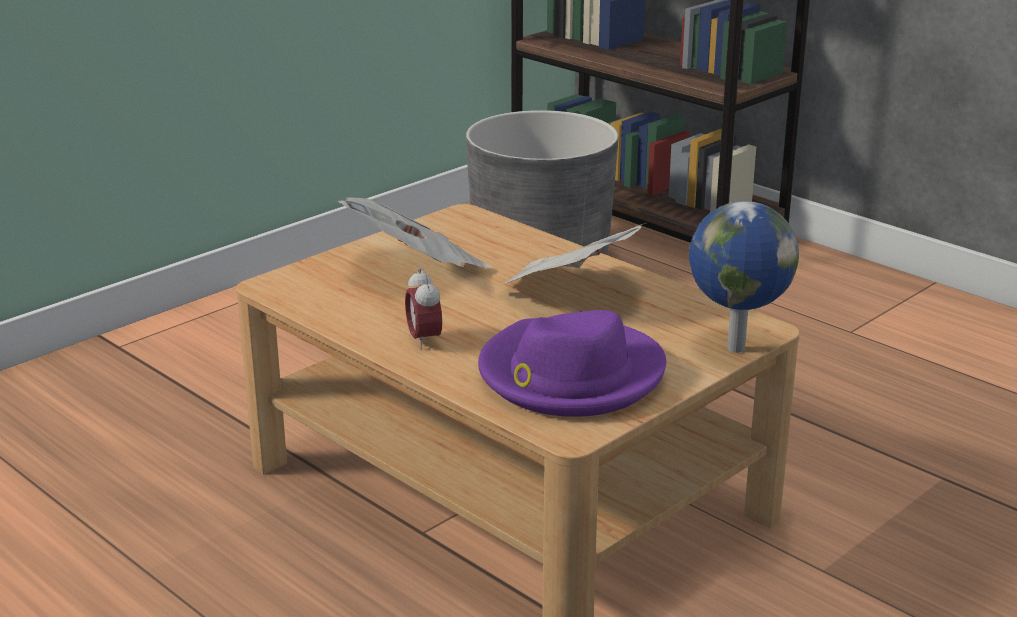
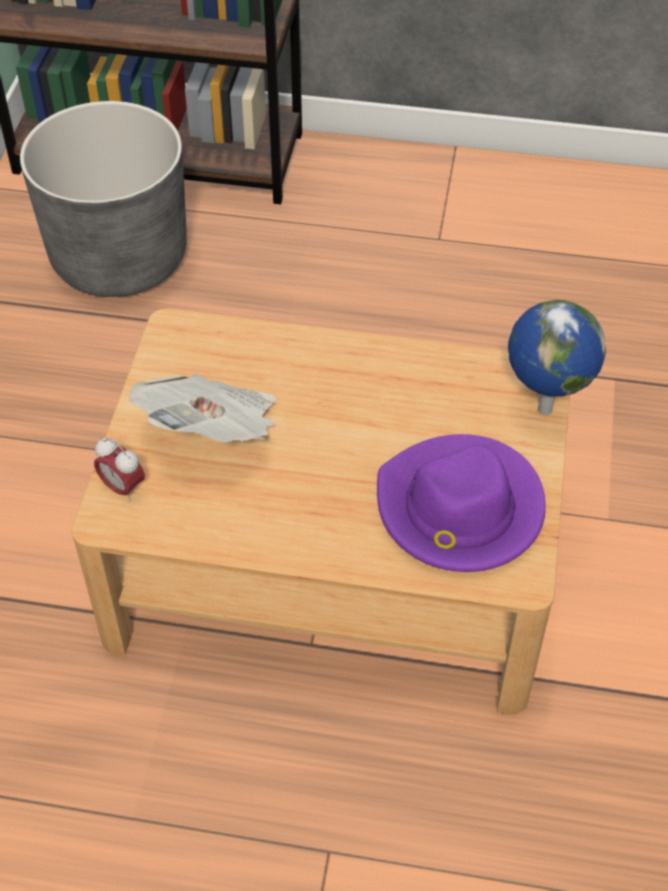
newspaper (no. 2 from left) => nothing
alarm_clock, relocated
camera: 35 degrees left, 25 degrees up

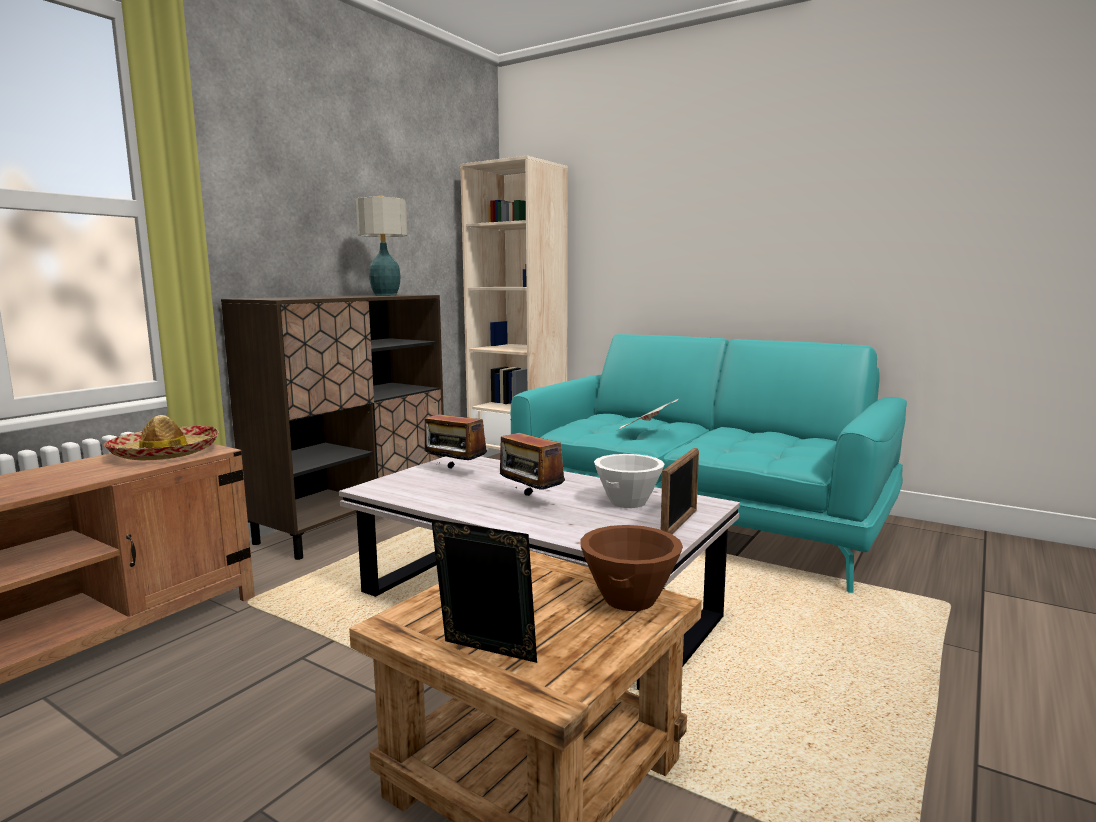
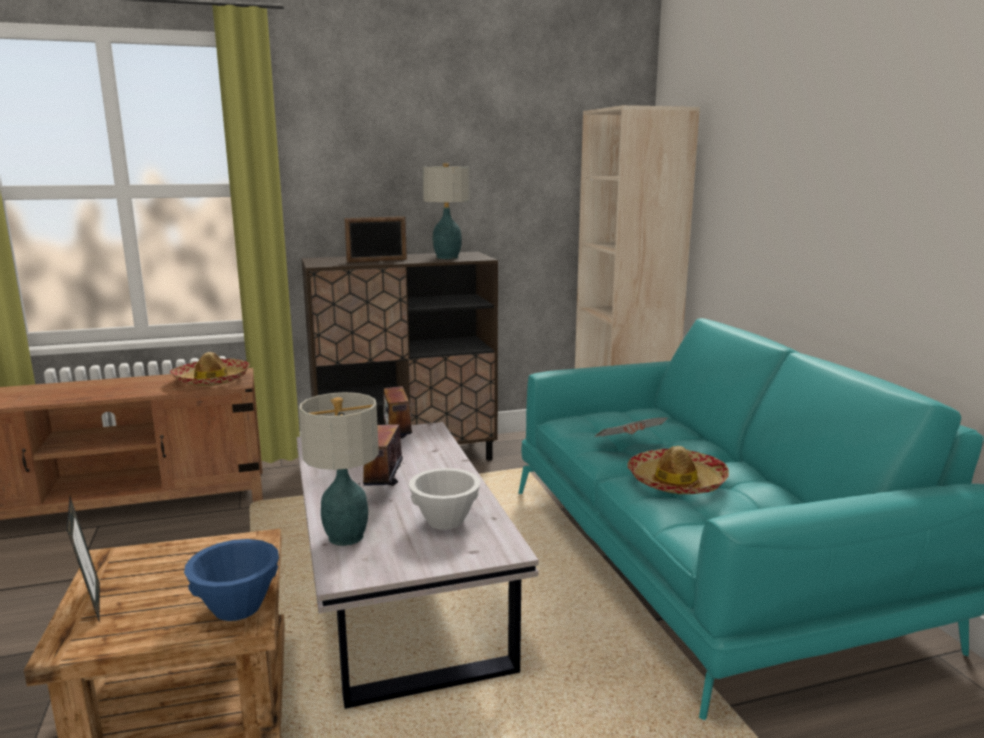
nothing => table_lamp (no. 1 from left)
nothing => hat (no. 2 from left)
picture_frame (no. 2 from left), relocated
brown_bowl => blue_bowl
camera: 40 degrees right, 5 degrees up

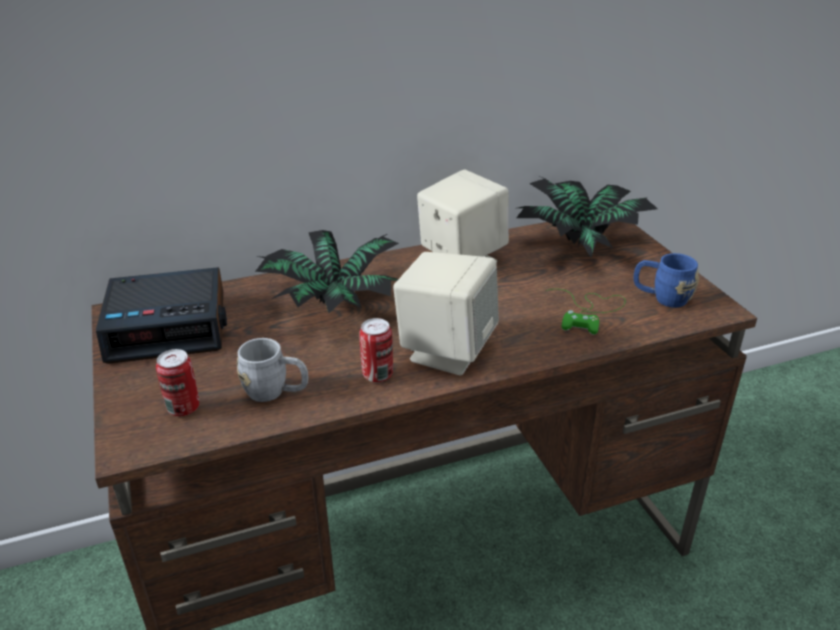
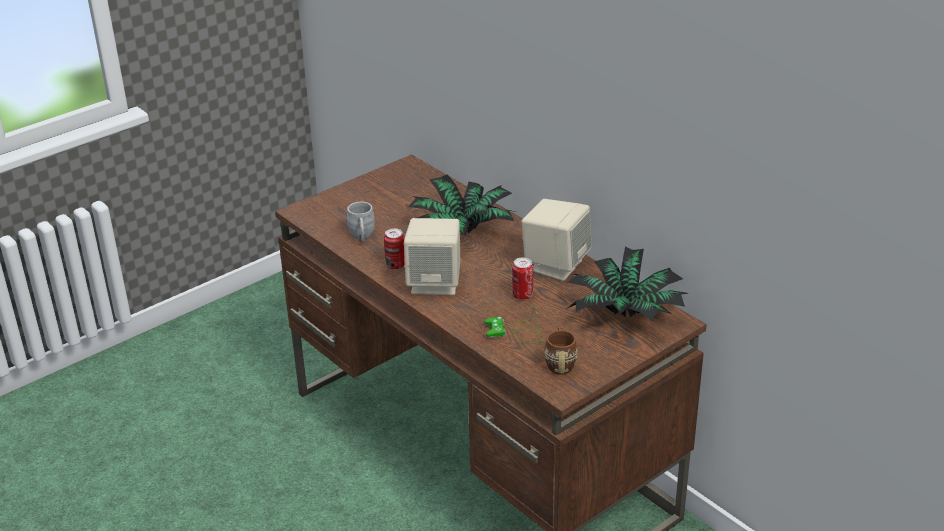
alarm_clock => nothing
can (no. 1 from left in the first image) => can (no. 2 from left), relocated
blue_mug => brown_mug
camera: 70 degrees right, 0 degrees up

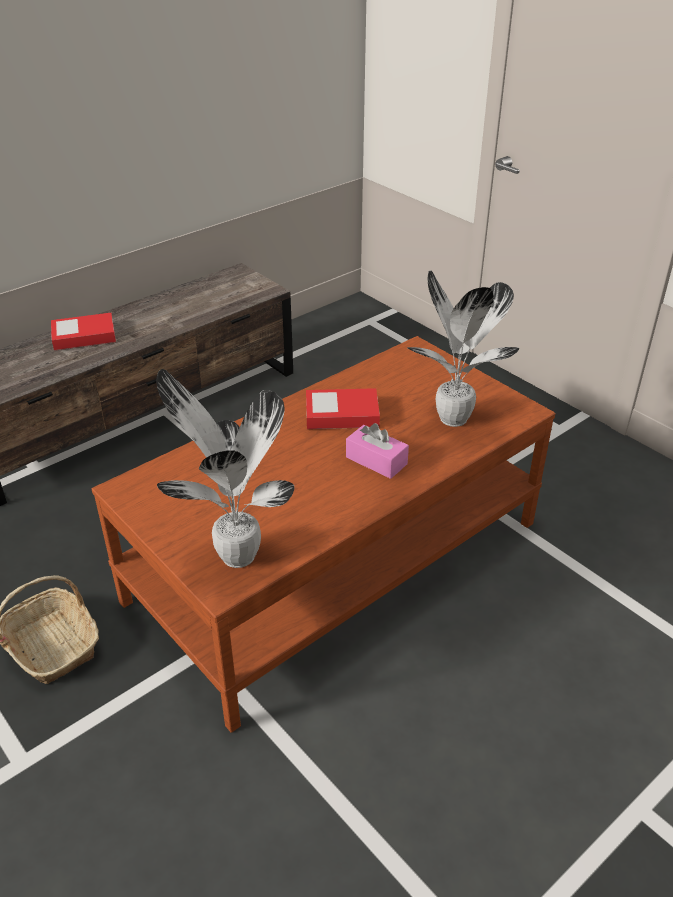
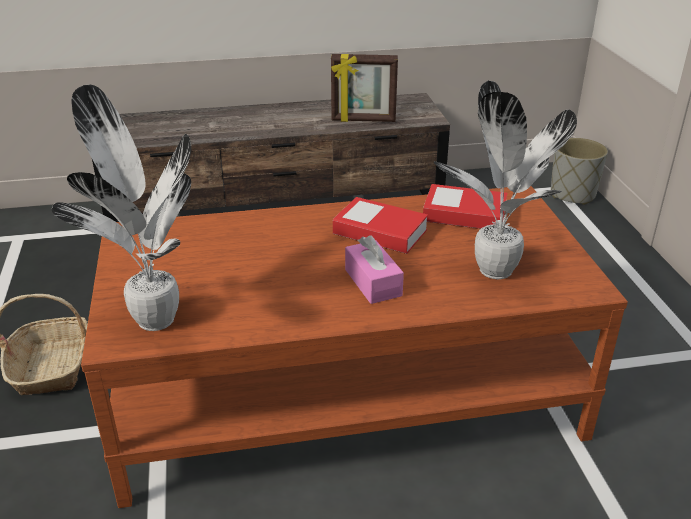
nothing => picture_frame
nothing => grey_planter
book (no. 1 from left in the first image) => book (no. 2 from left), relocated
camera: 30 degrees right, 5 degrees down

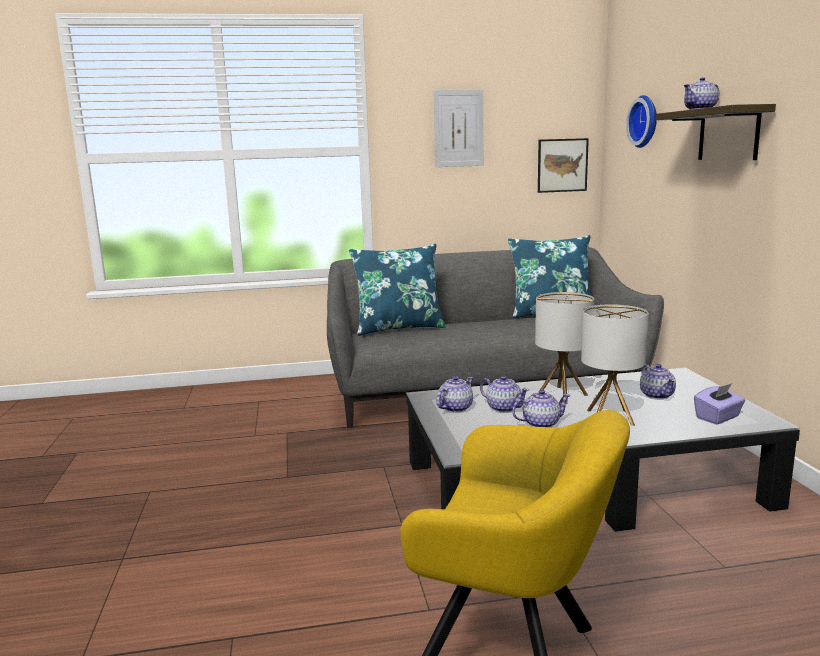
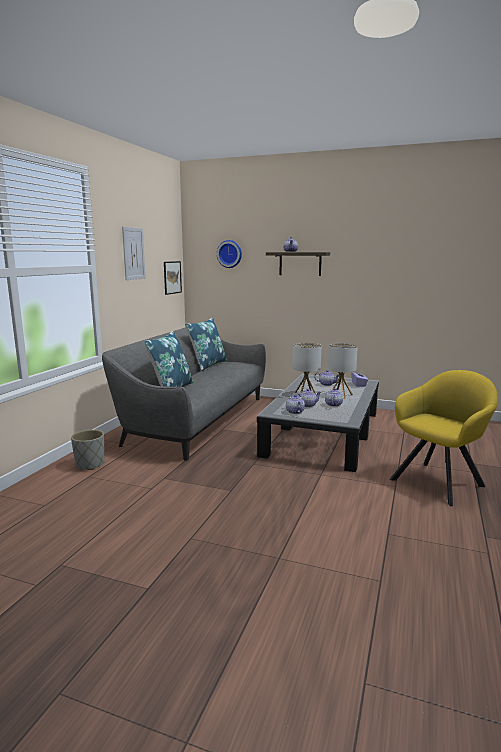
nothing => grey_planter
camera: 60 degrees left, 0 degrees up

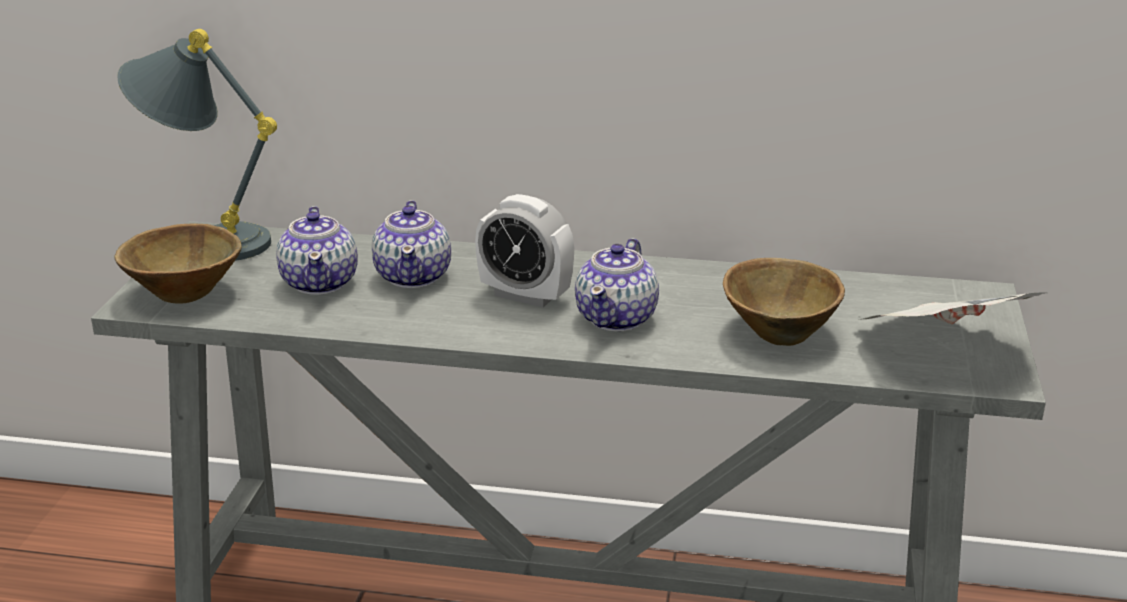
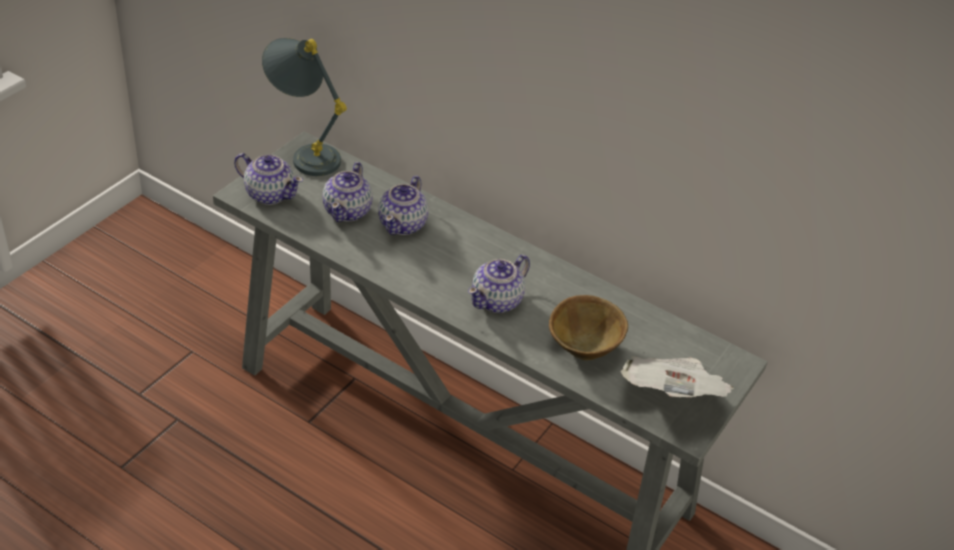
alarm_clock => nothing
brown_bowl (no. 1 from left) => teapot (no. 1 from left)
camera: 20 degrees right, 15 degrees up

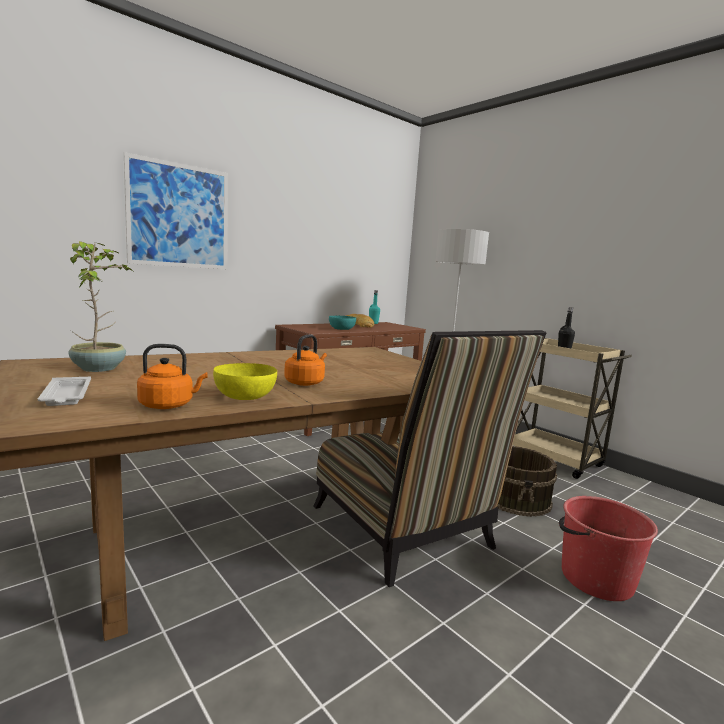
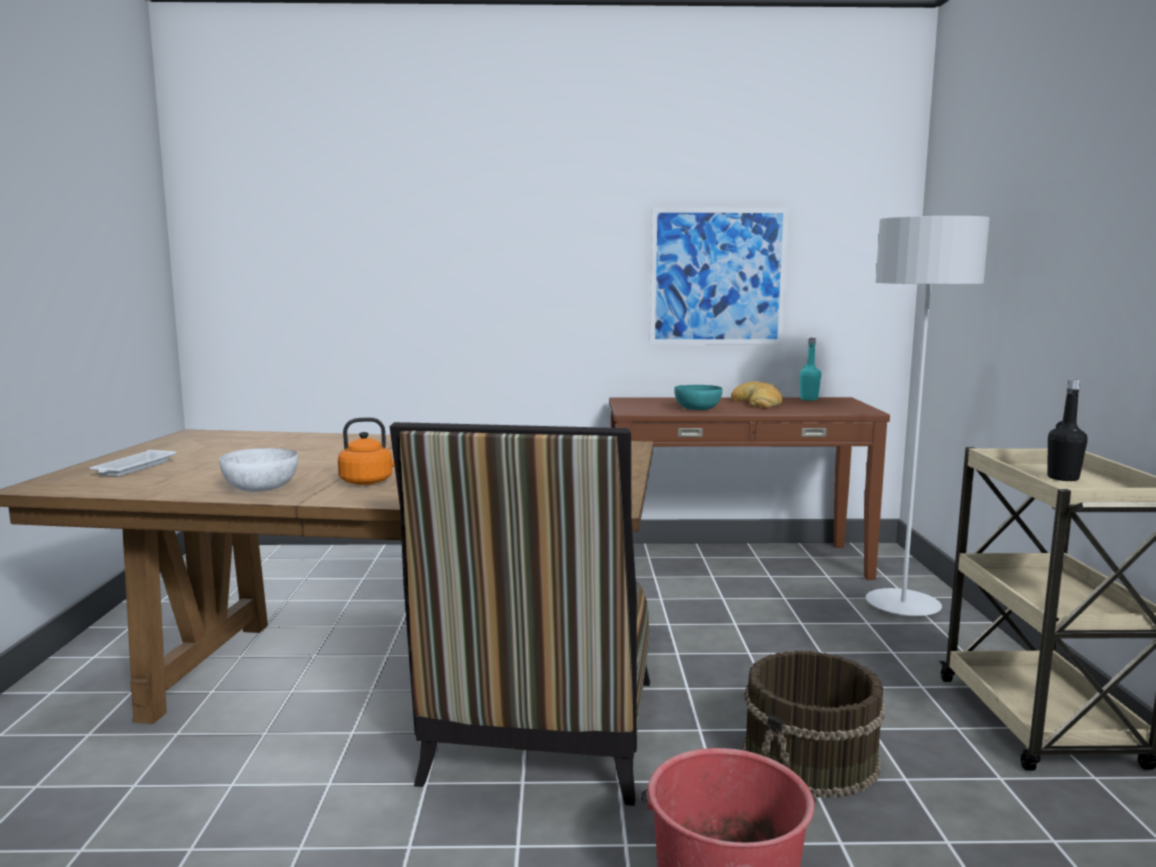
potted_plant => nothing
orange_kettle (no. 1 from left) => nothing
picture, relocated
yellow_bowl => white_bowl
camera: 40 degrees right, 0 degrees up

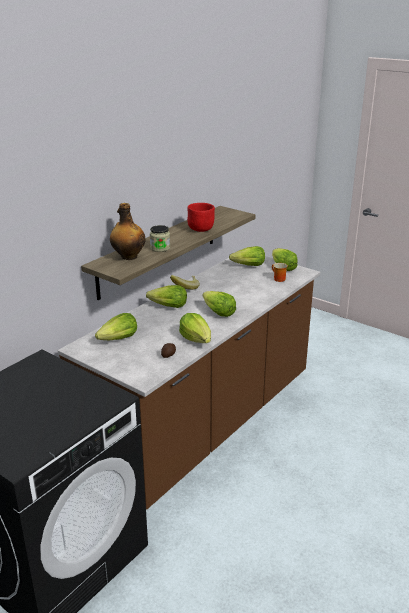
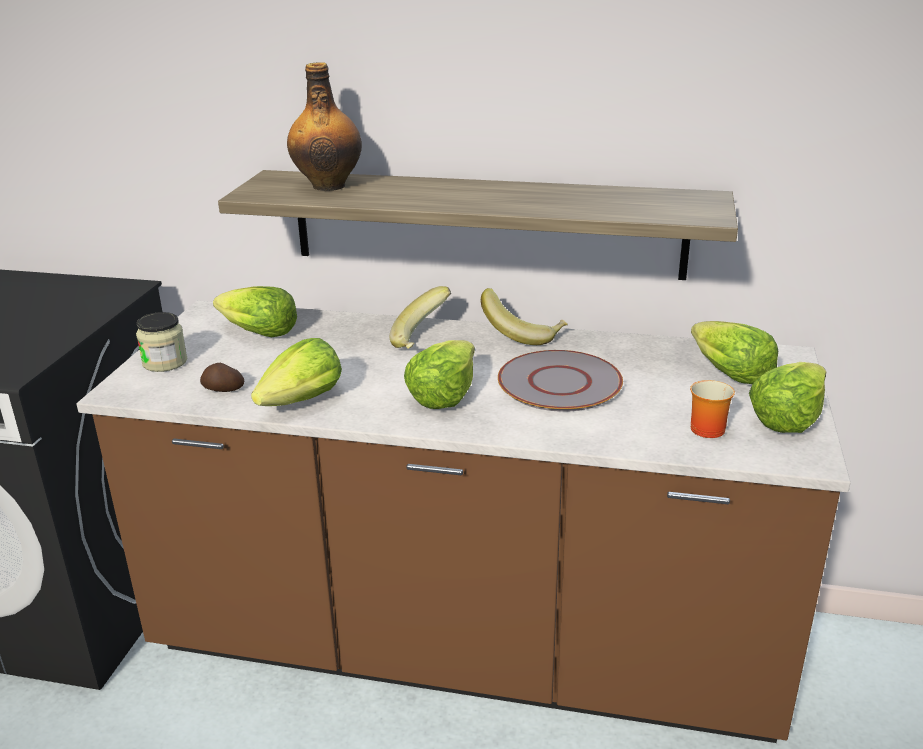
red_bowl => nothing
nothing => grey_plate
jar, relocated
lettuce (no. 2 from left) => banana (no. 1 from left)
camera: 65 degrees right, 0 degrees up

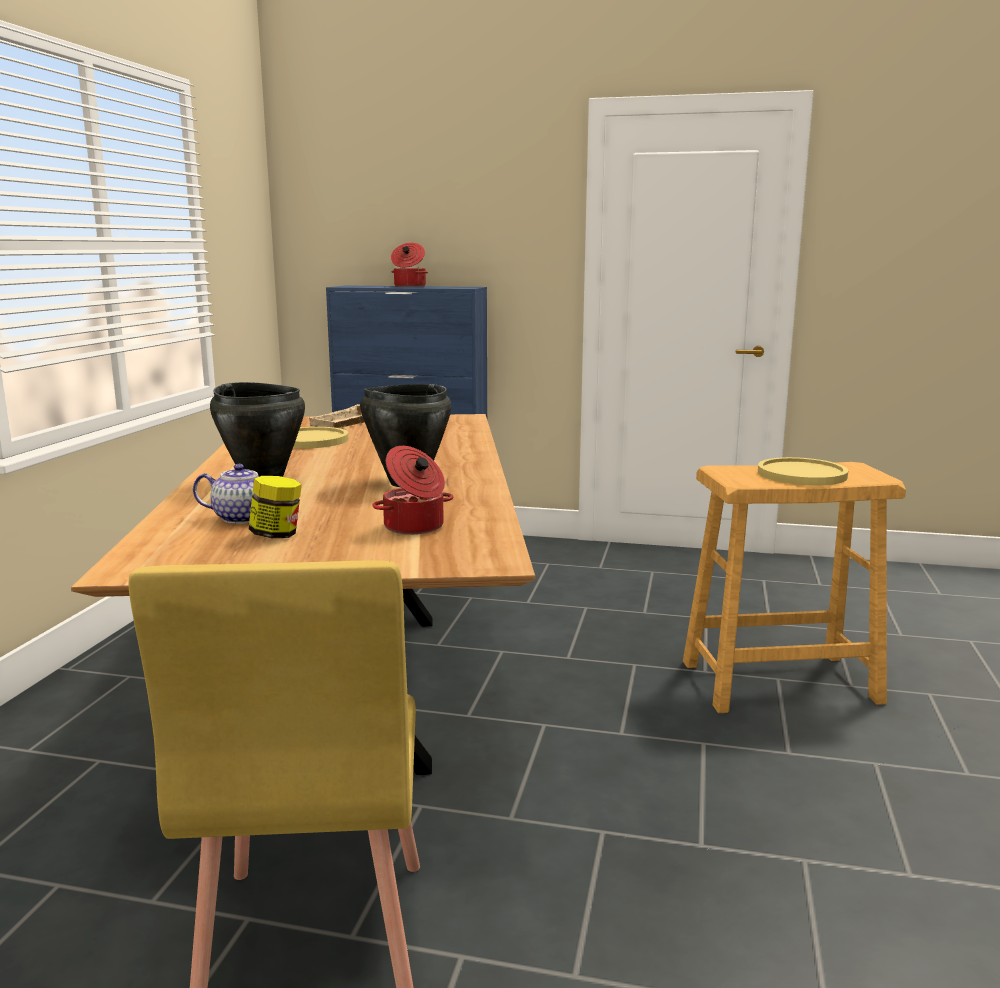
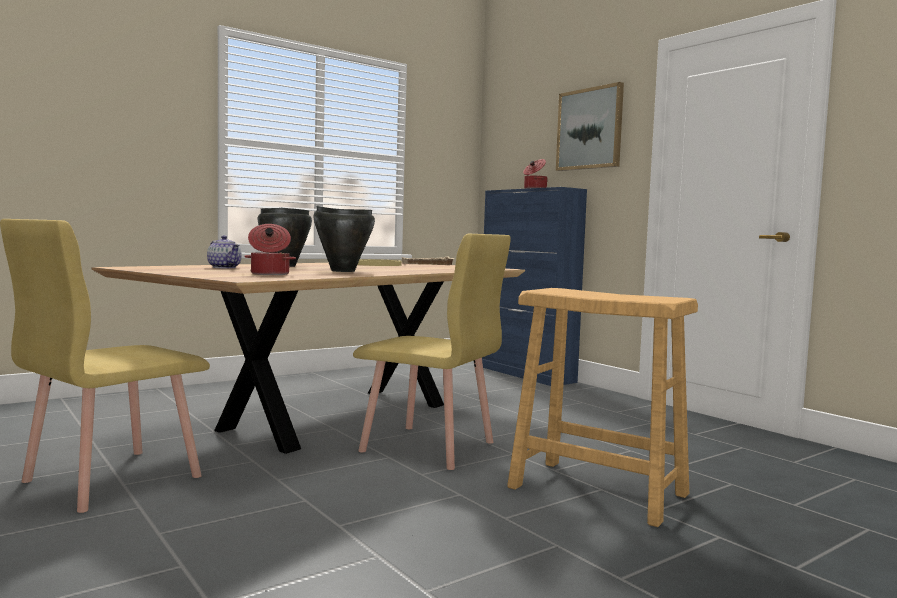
jar => nothing
yellow_plate (no. 2 from left) => nothing
nothing => yellow_chair (no. 2 from left)
nothing => picture
camera: 40 degrees right, 10 degrees down

